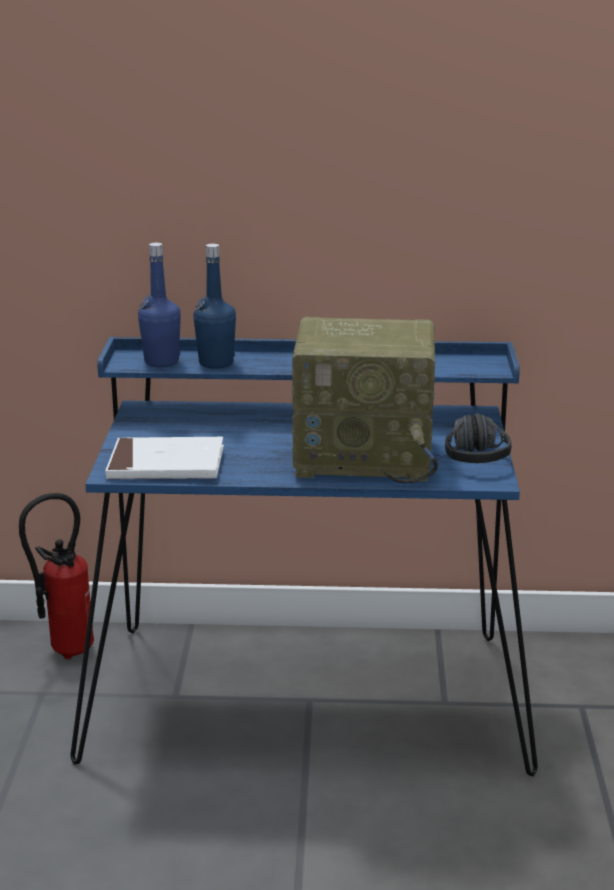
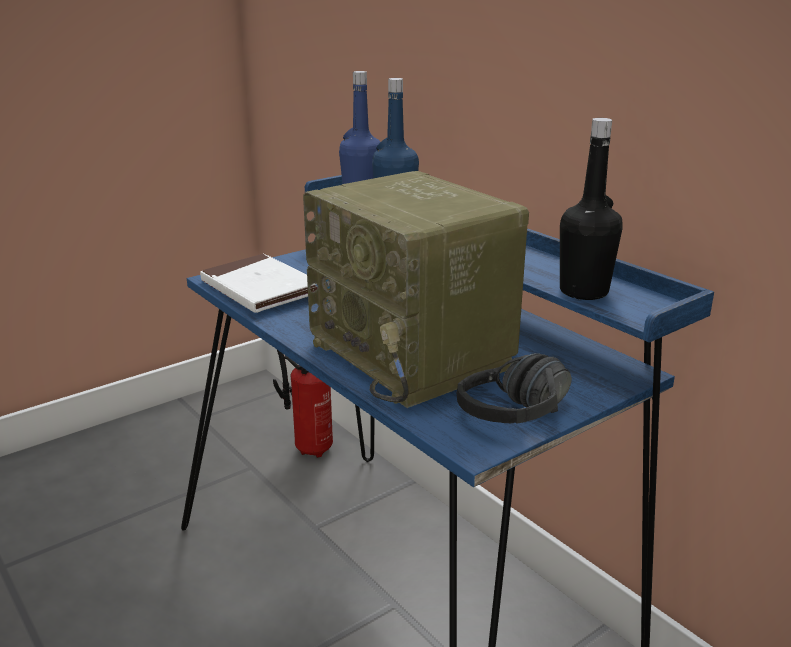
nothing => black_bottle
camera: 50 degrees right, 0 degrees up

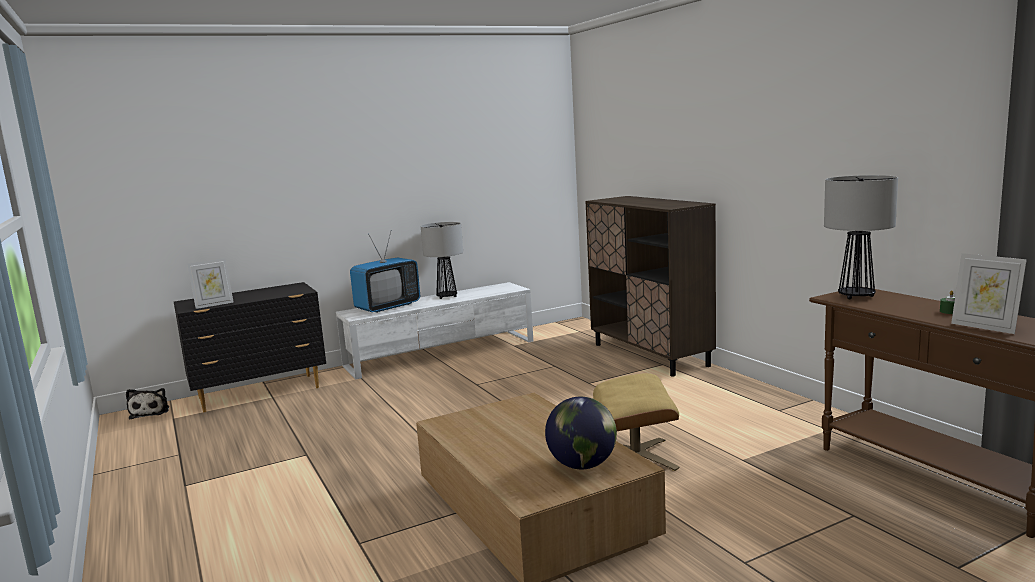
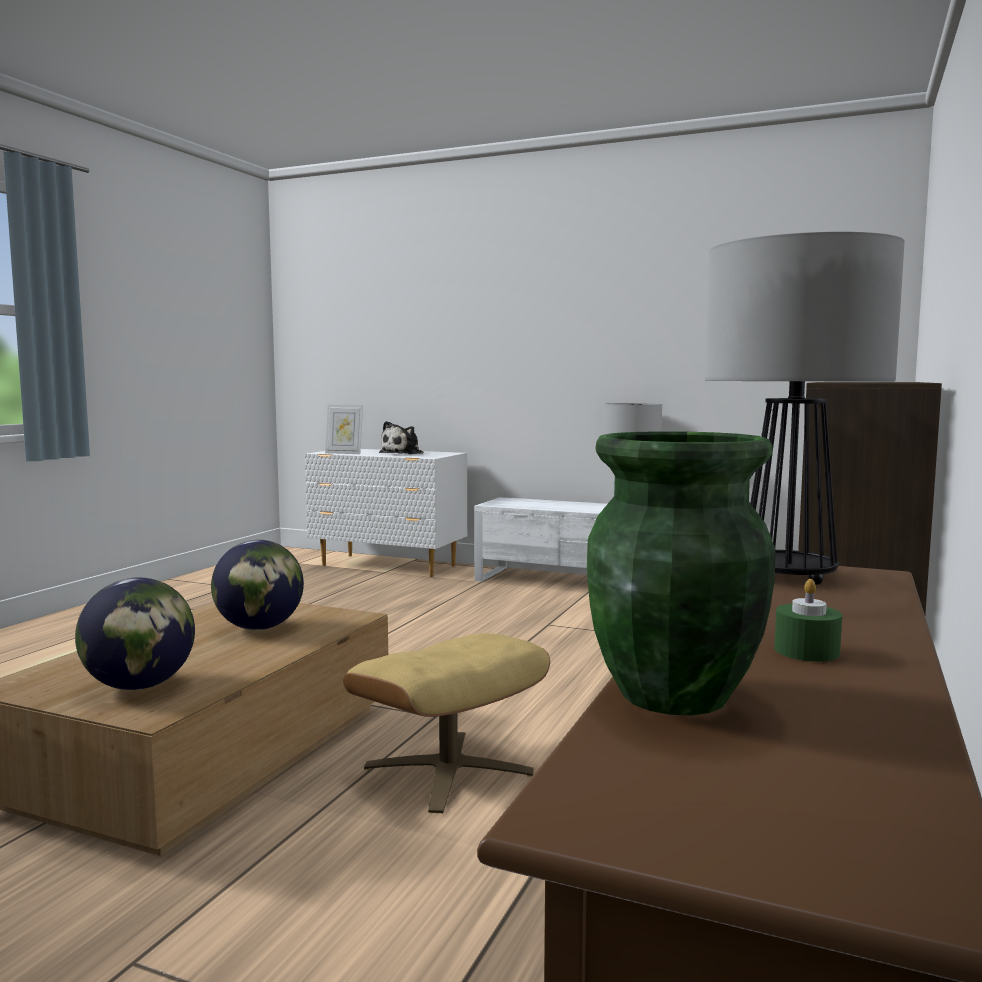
television => nothing
nothing => globe (no. 2 from left)
plush_toy, relocated
picture_frame (no. 2 from left) => green_vase
black_dresser => white_dresser
camera: 50 degrees right, 5 degrees down

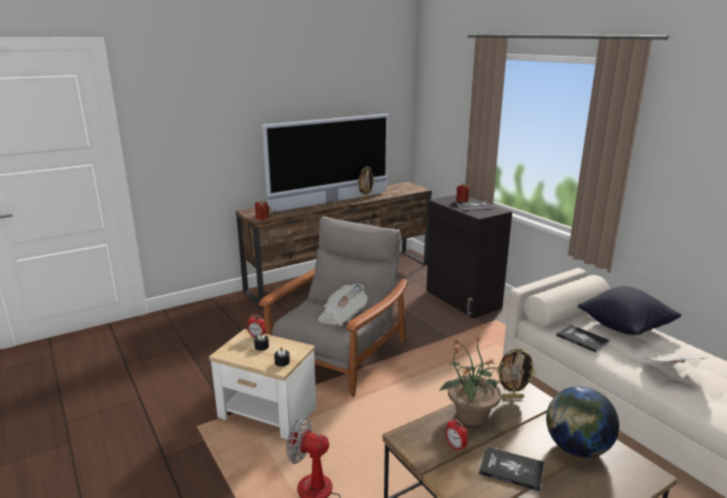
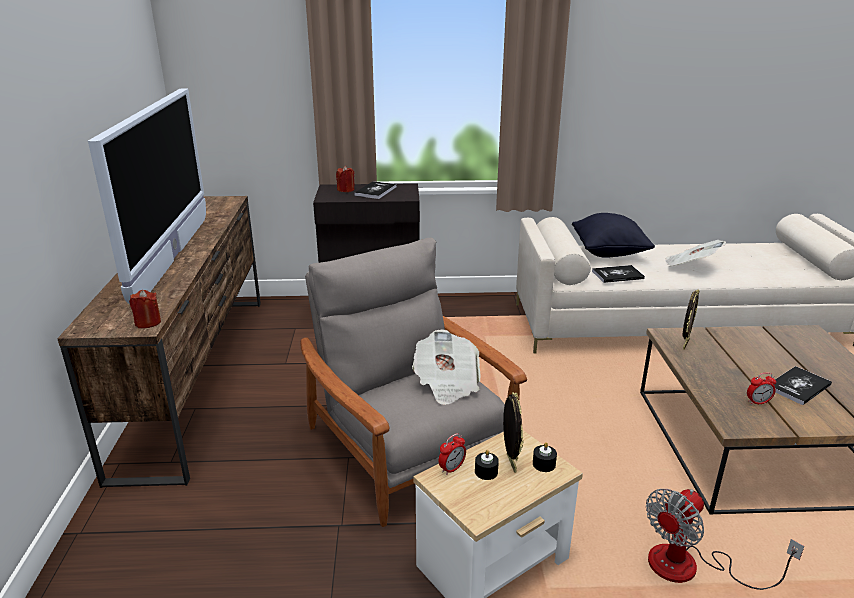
potted_plant => nothing
globe => nothing
picture_frame (no. 1 from left), relocated
camera: 60 degrees left, 5 degrees up

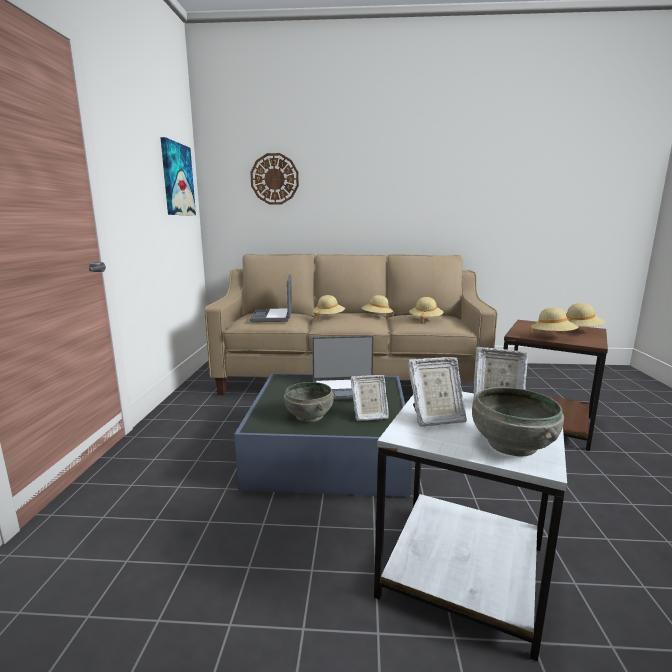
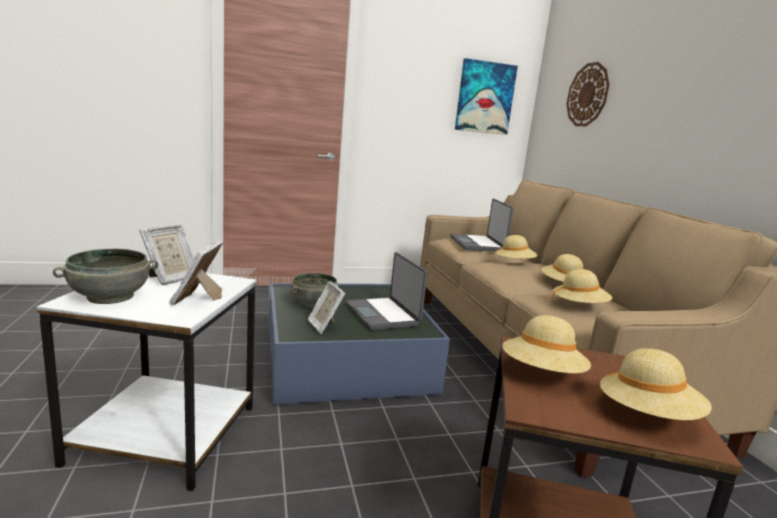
laptop (no. 1 from left in the first image) => laptop (no. 2 from left), 75 degrees counterclockwise
picture_frame (no. 2 from left in the first image) => picture_frame (no. 1 from left), 120 degrees counterclockwise
camera: 70 degrees right, 0 degrees up

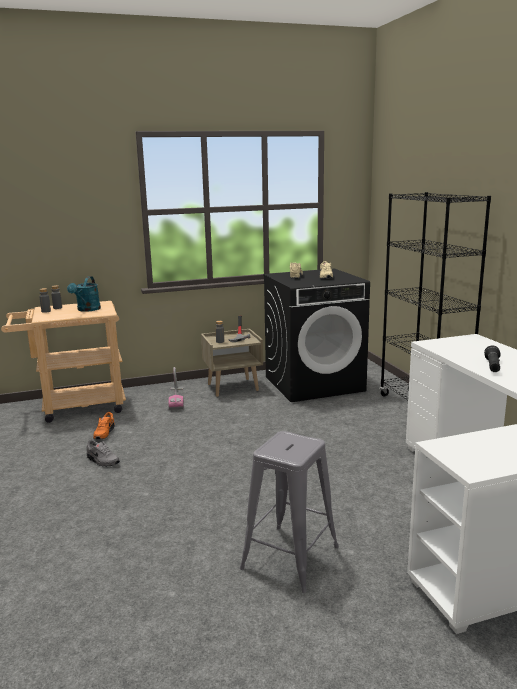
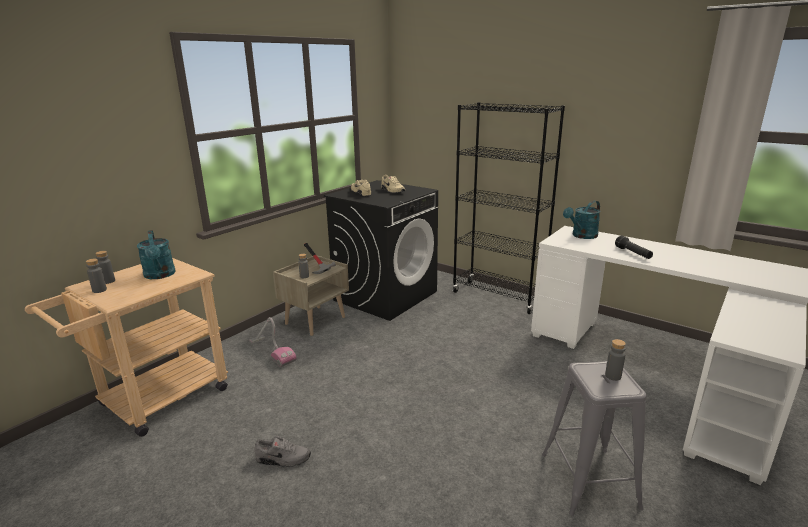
orange_shoe => nothing
nothing => turquoise_watering_can (no. 2 from left)
nothing => grey_bottle (no. 4 from left)
camera: 35 degrees left, 5 degrees up

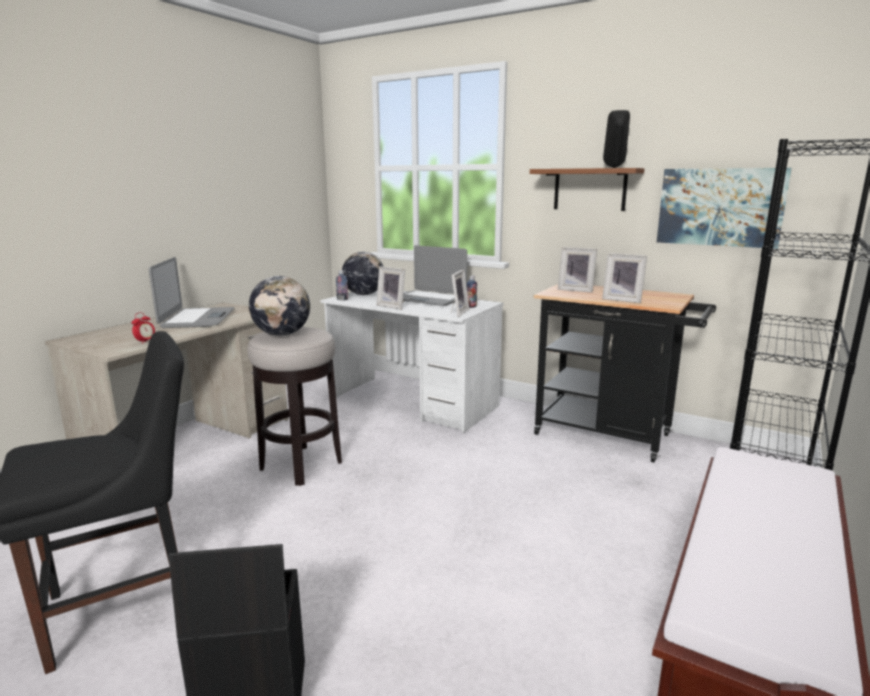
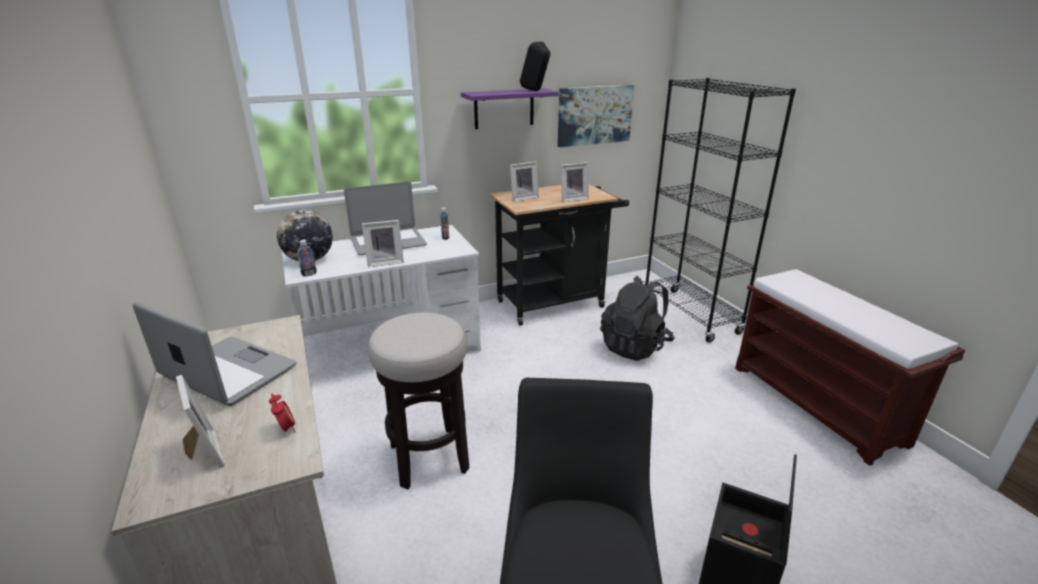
globe (no. 1 from left) => nothing
nothing => black_backpack
picture_frame (no. 2 from left in the first image) => picture_frame (no. 1 from left), relocated
brown_shelf => purple_shelf
camera: 55 degrees left, 10 degrees up

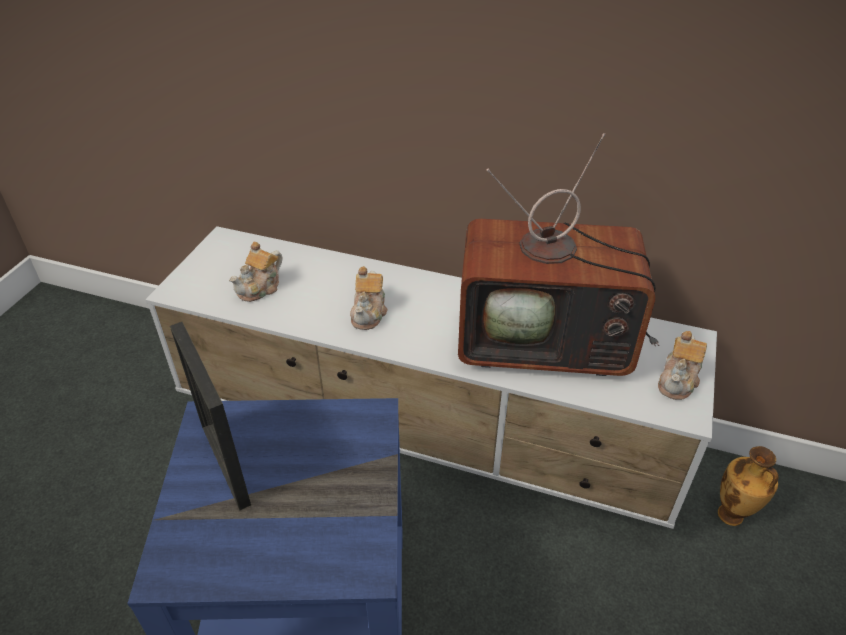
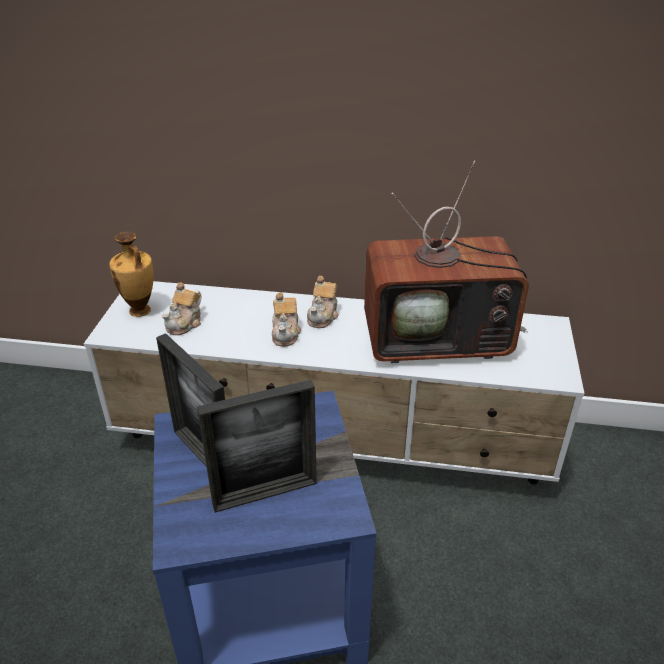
nothing => picture_frame (no. 2 from left)
teapot (no. 3 from left), relocated
vase, relocated
camera: 10 degrees left, 5 degrees down

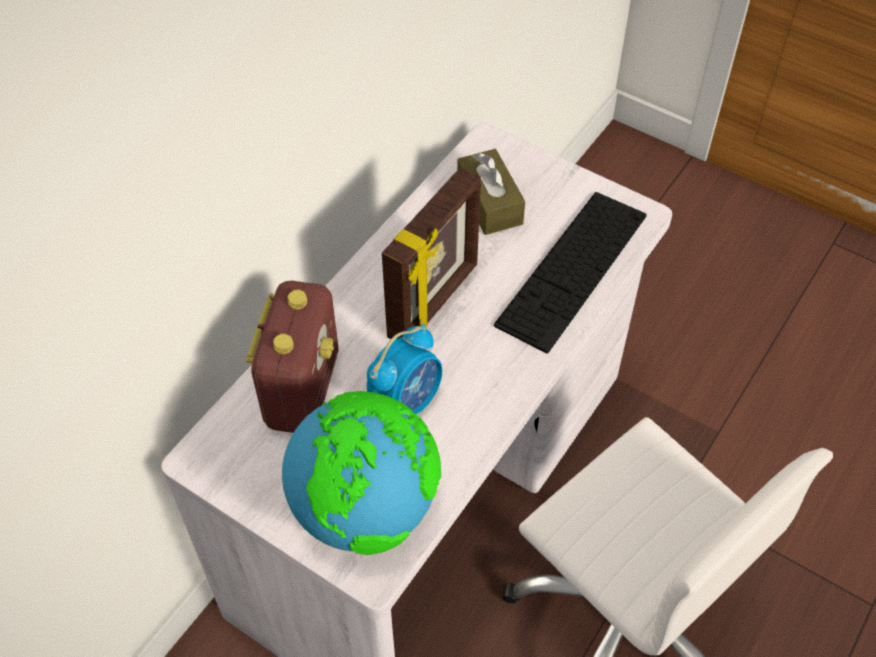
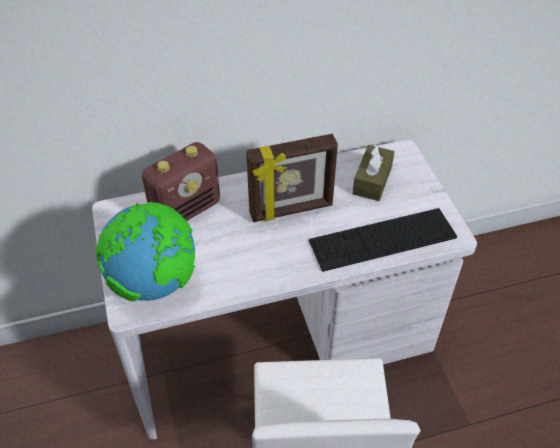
alarm_clock => nothing
camera: 40 degrees right, 5 degrees down

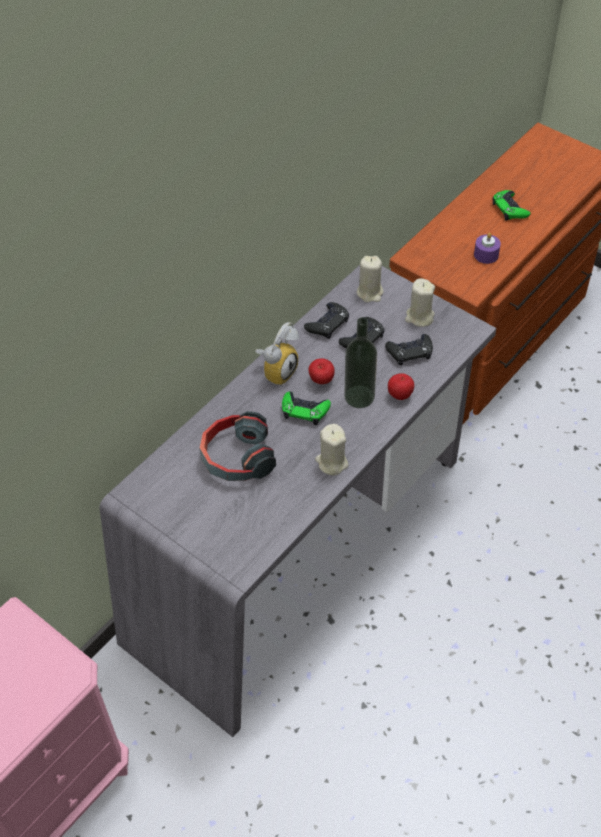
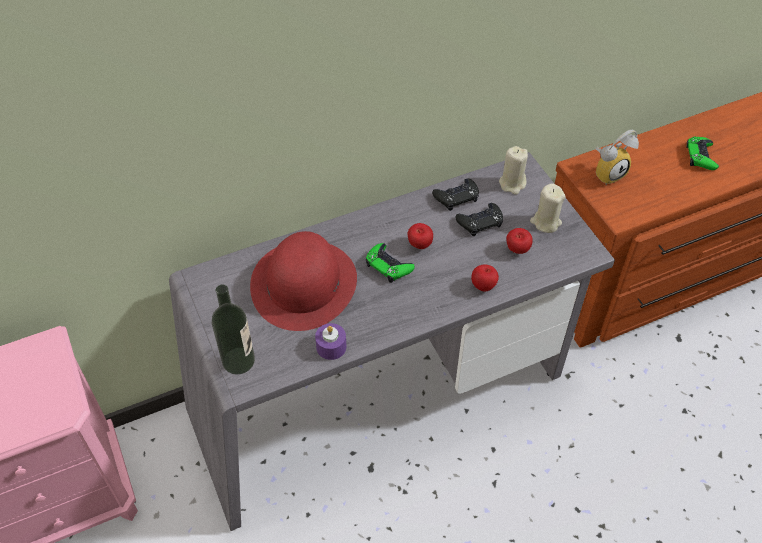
beige_candle (no. 1 from left) => nothing
alarm_clock, relocated
bottle, relocated
purple_candle, relocated
headphones => red_hat
black_game_controller (no. 3 from left) => apple (no. 3 from left)
camera: 25 degrees right, 0 degrees up

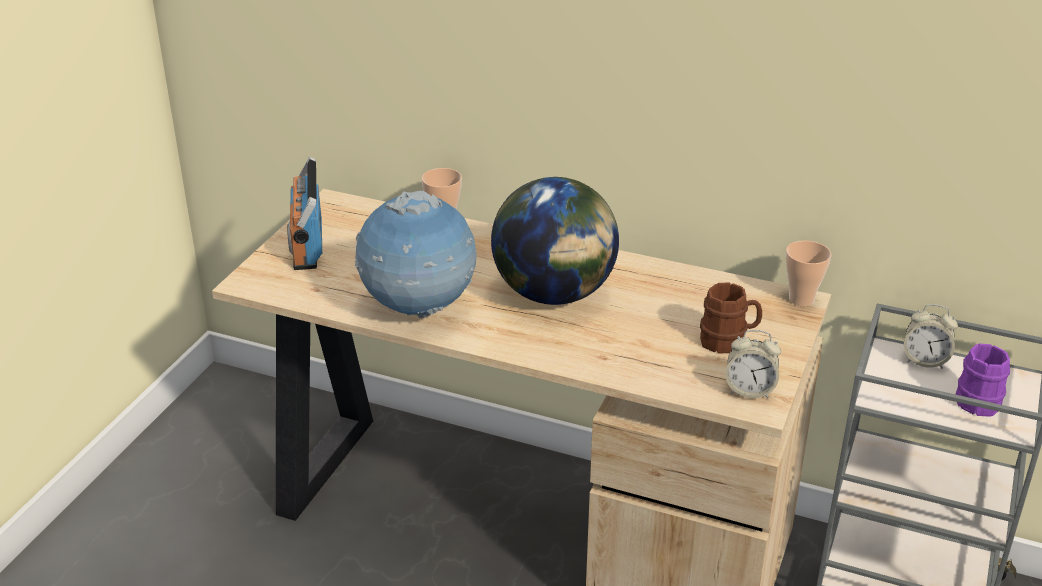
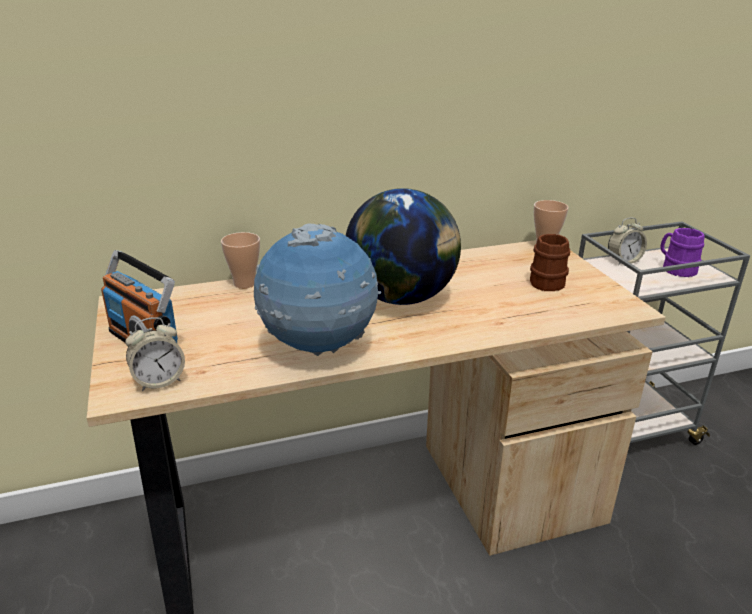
alarm_clock (no. 1 from left), relocated
camera: 40 degrees left, 5 degrees down

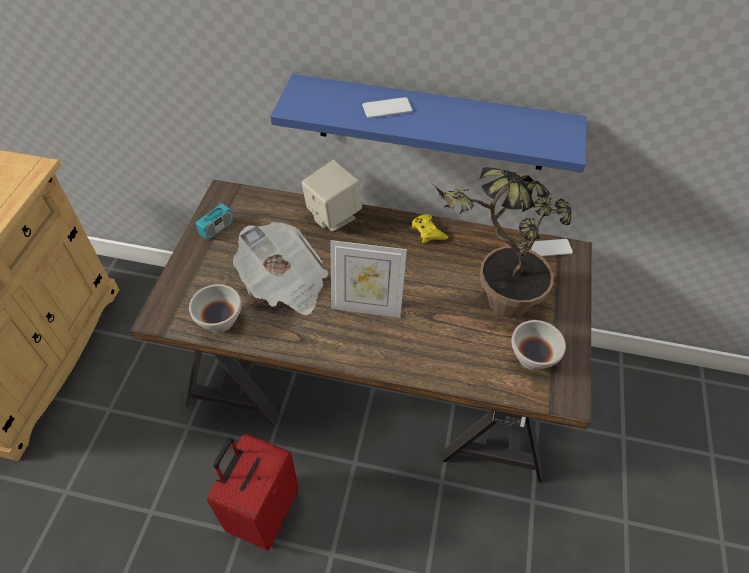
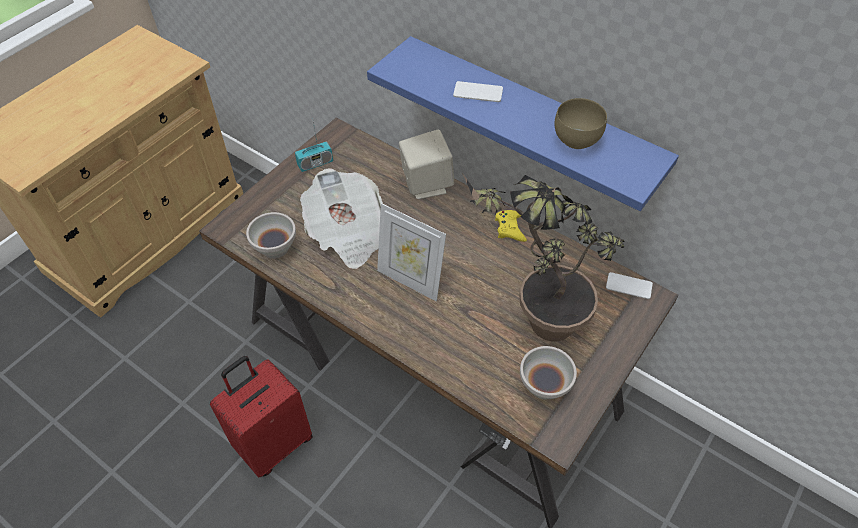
nothing => brown_bowl
camera: 25 degrees right, 0 degrees up

